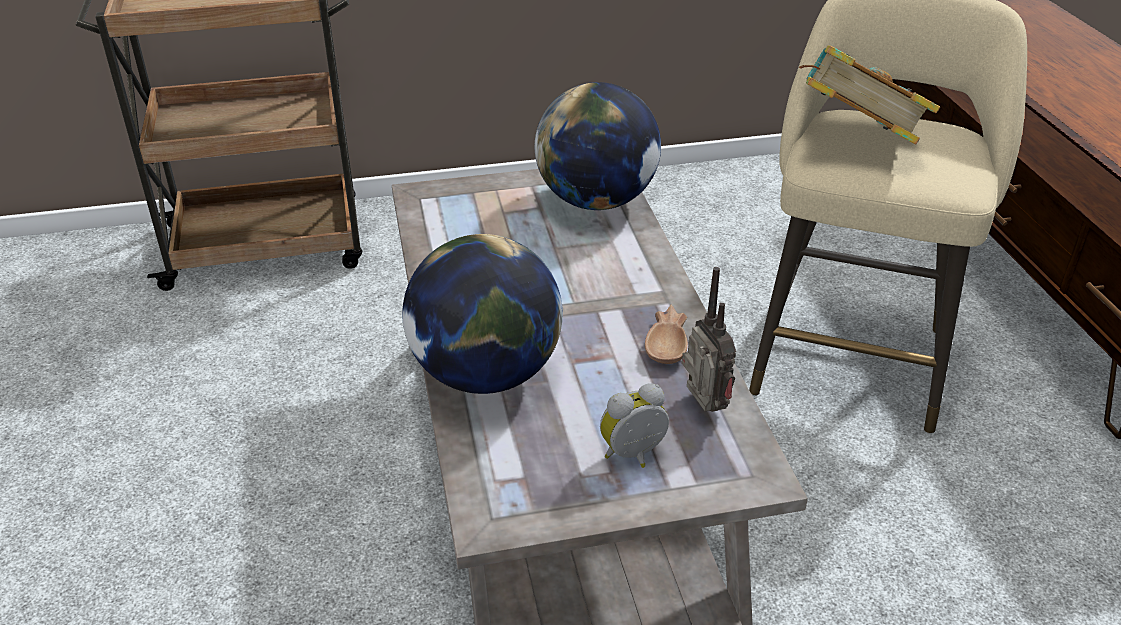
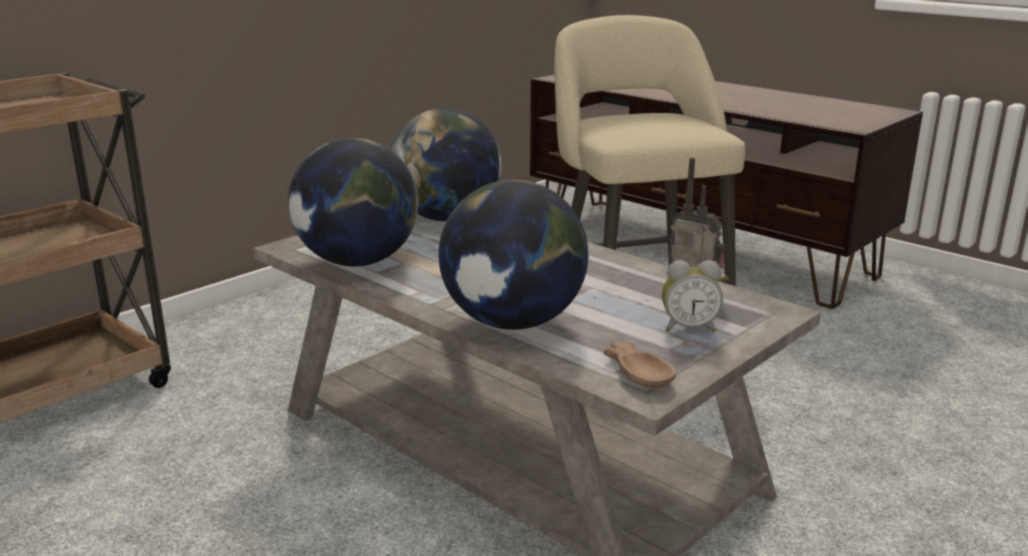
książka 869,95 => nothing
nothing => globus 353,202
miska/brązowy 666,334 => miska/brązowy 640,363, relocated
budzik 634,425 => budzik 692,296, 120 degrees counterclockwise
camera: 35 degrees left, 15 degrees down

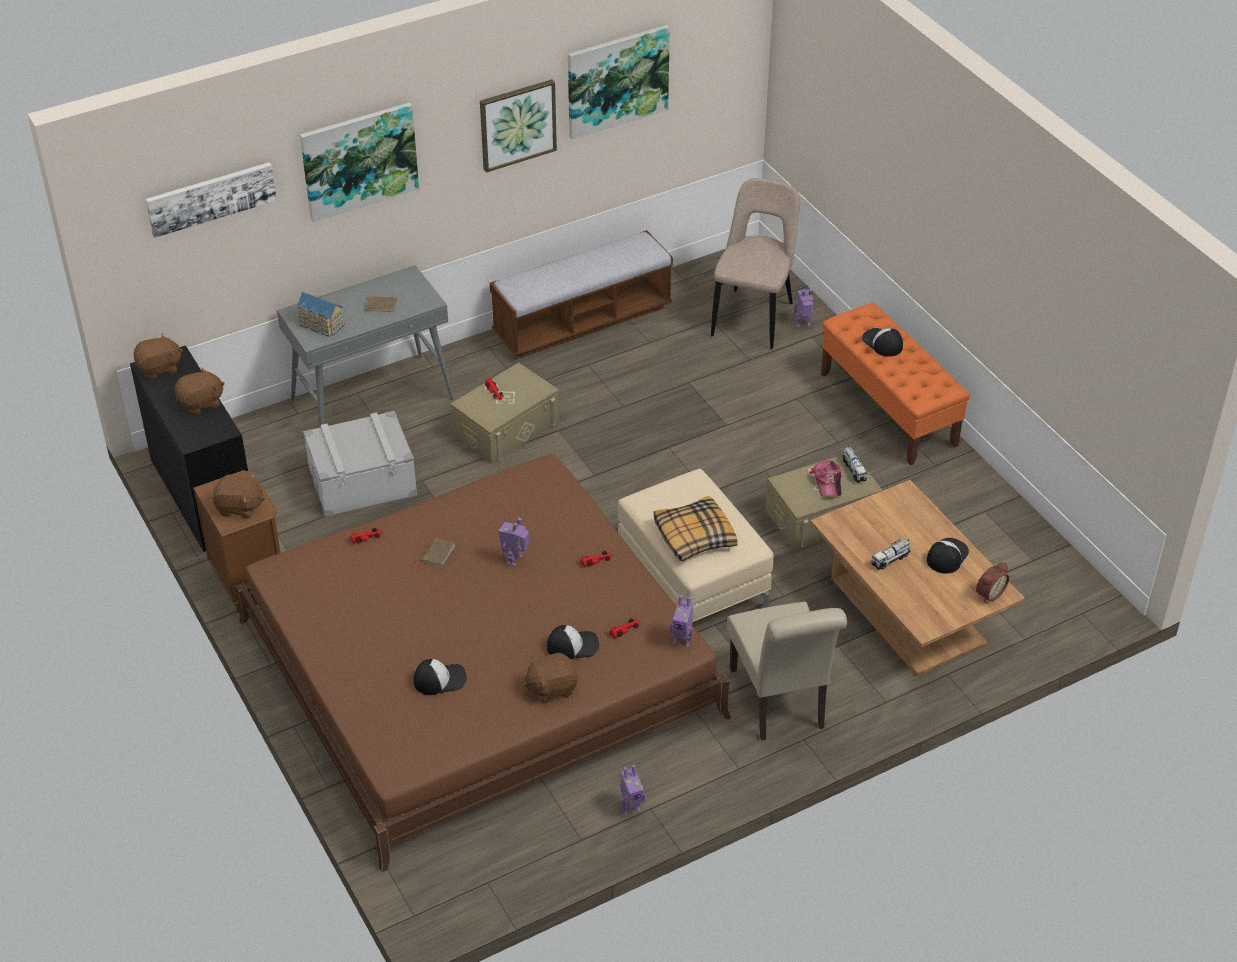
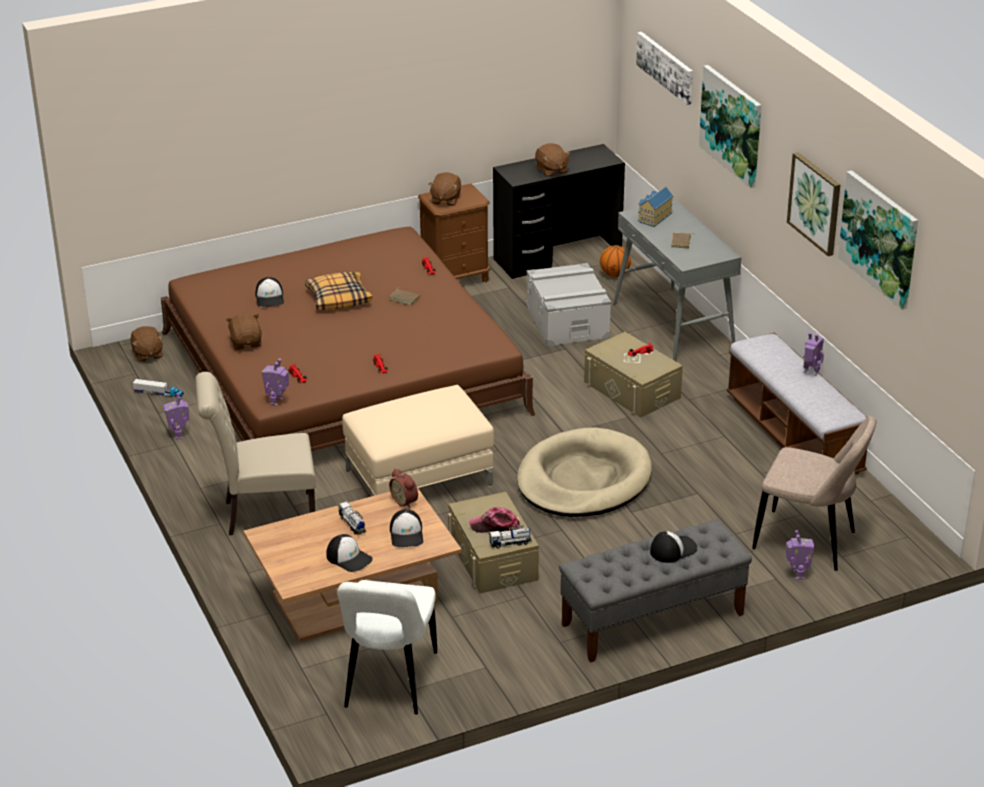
nothing => ciężarówka zabawkowa 158,388
nothing => krzesło/biały 387,647
nothing => legowisko/beżowy 584,472
nothing => piłka do koszykówki 615,261
pluszak/brązowy 158,356 => pluszak/brązowy 147,344, relocated
robot zabawkowy 513,541 => robot zabawkowy 813,354, relocated
czapka z daszkiem 573,642 => czapka z daszkiem 406,528, relocated
poduszka 696,529 => poduszka 339,291, relocated
budzik 992,582 => budzik 403,489, relocated
ławka/pomarańczowy 895,384 => ławka/szary 655,591
camera: 95 degrees right, 10 degrees down

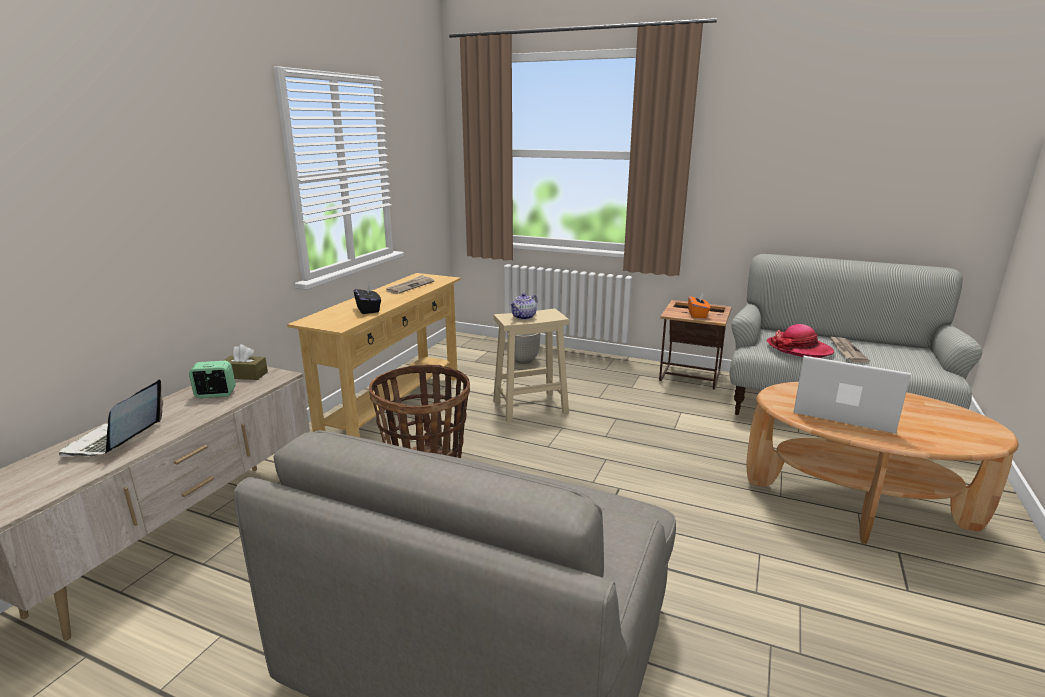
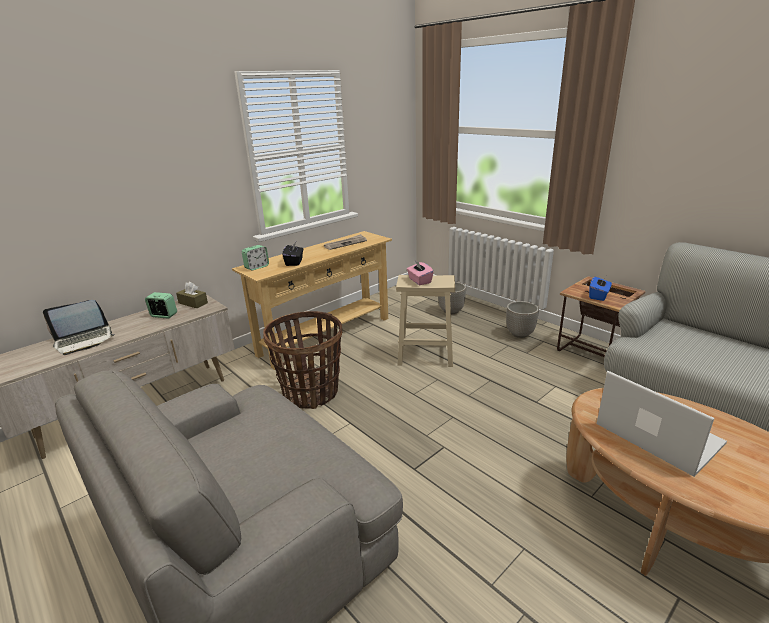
kapelusz 800,341 => nothing
gazeta 850,349 => nothing
nothing => budzik 255,257
nothing => donica 522,319
imbryk 524,306 => pudełko chusteczek/różowy 420,272
pudełko chusteczek/pomarańczowy 699,305 => pudełko chusteczek/niebieski 600,288
laptop 111,418 => laptop 79,327, 150 degrees counterclockwise
camera: 25 degrees right, 5 degrees up

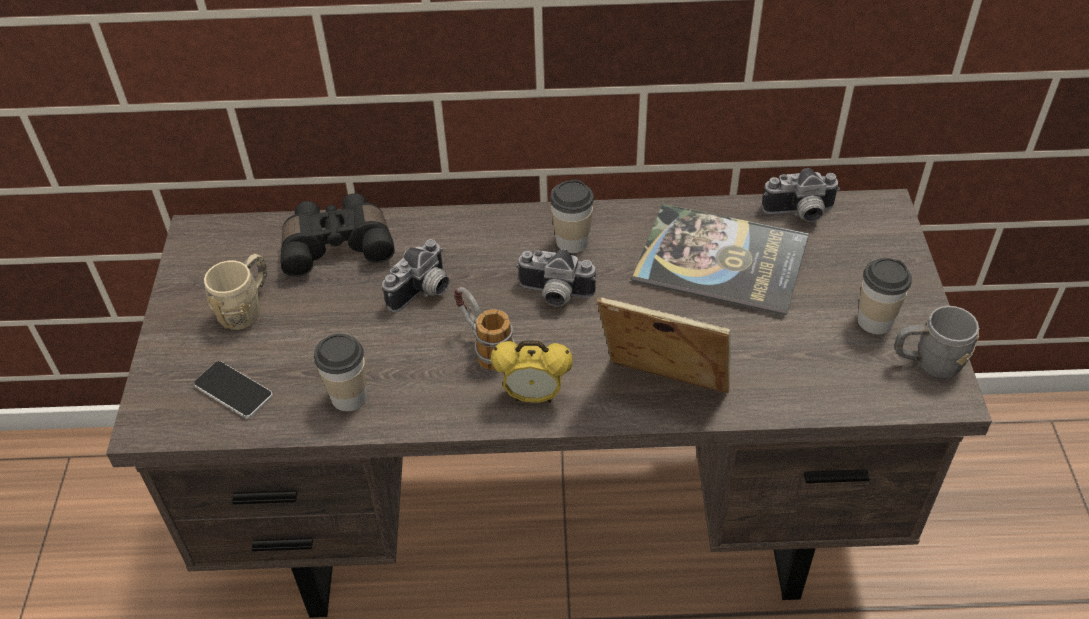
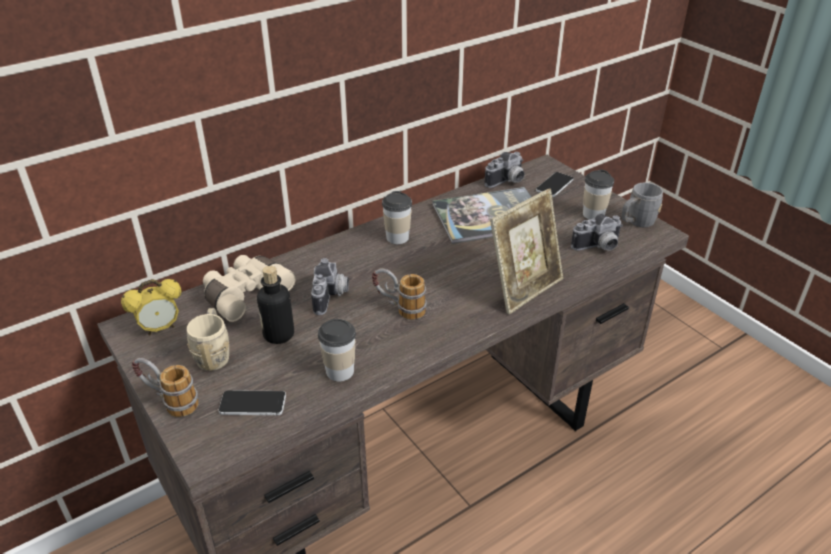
nothing => kubek 165,387
nothing => butelka 275,305
nothing => telefon 555,184
budzik 532,372 => budzik 151,307, relocated
aparat fotograficzny 556,278 => aparat fotograficzny 597,232, relocated
lornetka/czarny 337,235 => lornetka/beżowy 249,288
ramka na zdjęcie 664,345 => ramka na zdjęcie 526,251, 150 degrees clockwise
camera: 35 degrees left, 10 degrees down

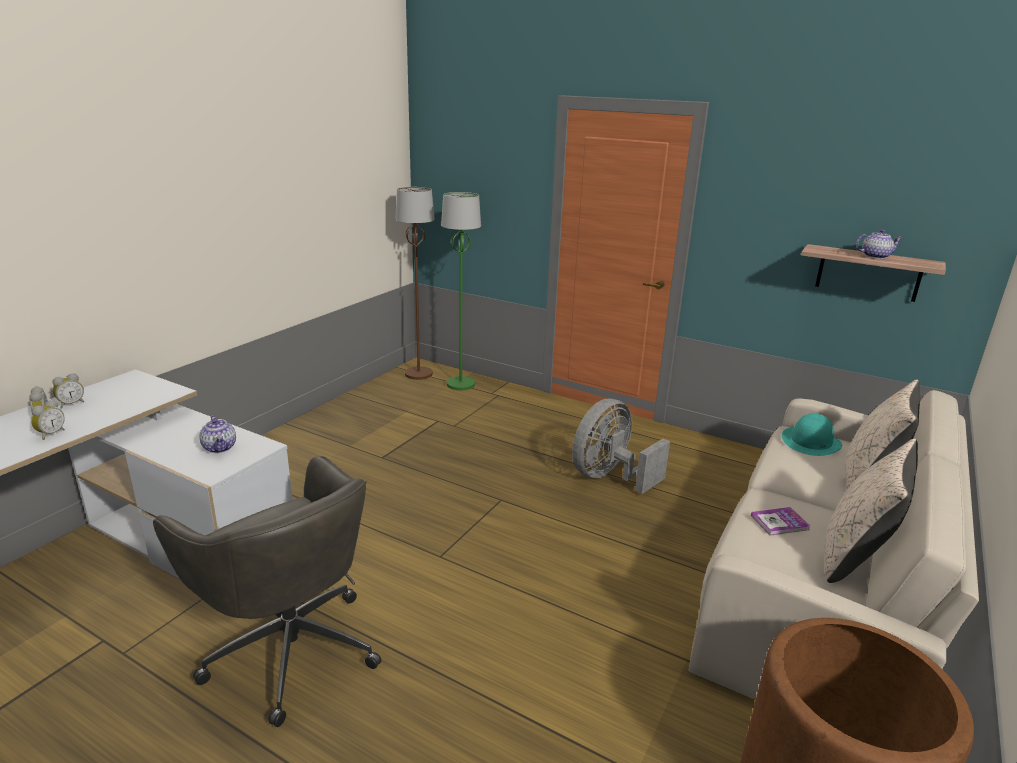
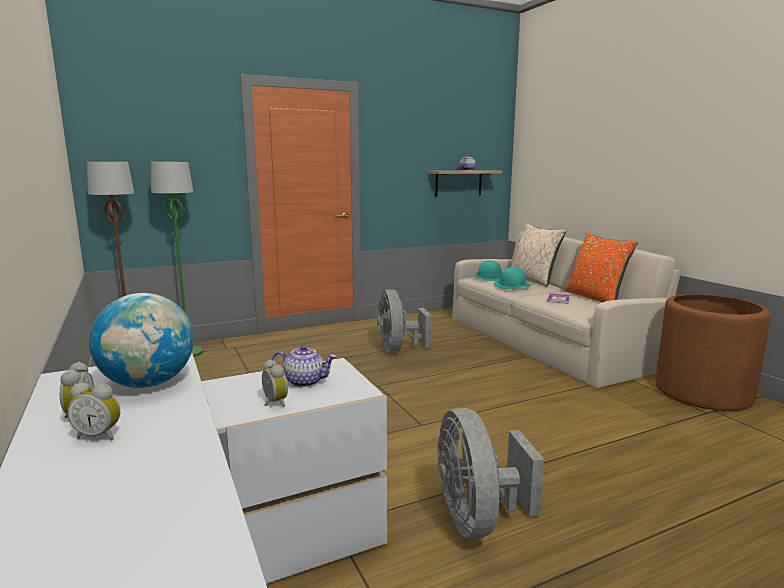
nothing => globus 141,340
nothing => kapelusz/turkusowy 513,278
budzik 48,420 => budzik 275,383, relocated
krzesło biurowe/szary 267,591 => wentylator/szary 490,473
poduszka/beżowy 871,511 => poduszka/pomarańczowy 602,267
camera: 55 degrees left, 10 degrees down

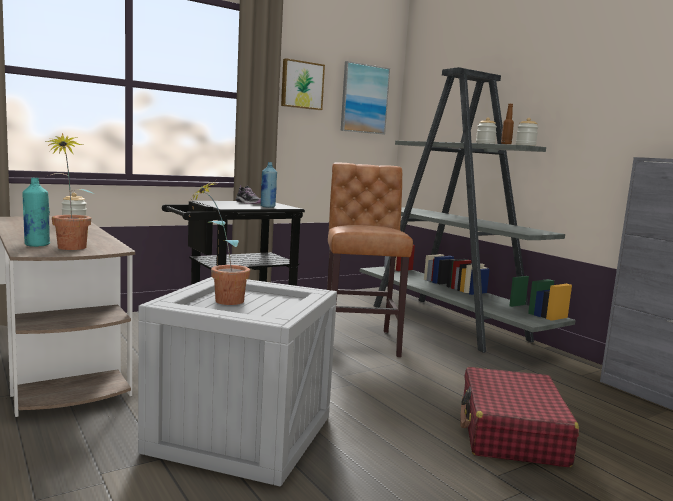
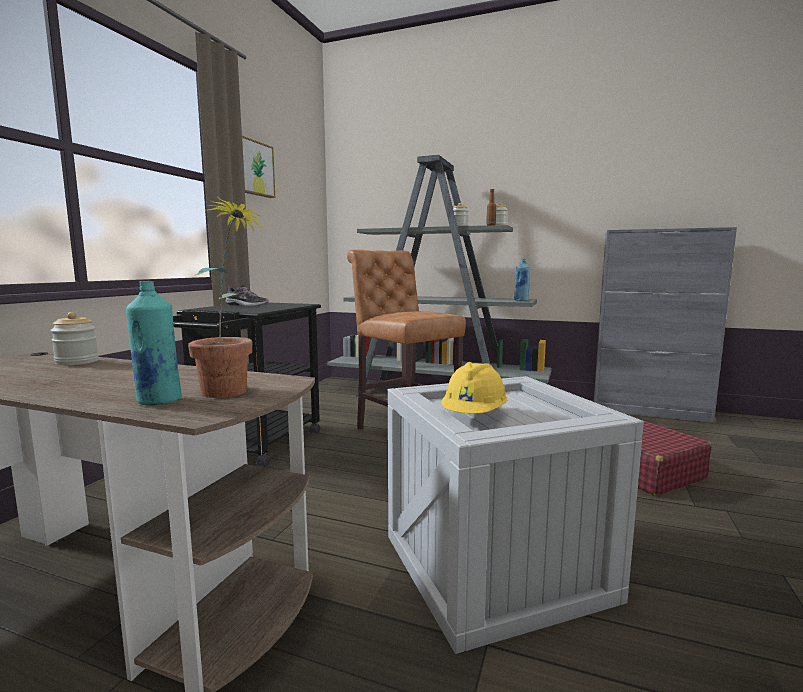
obraz 365,97 => nothing
butelka/niebieski 269,185 => butelka/niebieski 522,280, relocated
roślina doniczkowa 220,242 => kask/żółty 474,388
camera: 35 degrees left, 0 degrees up

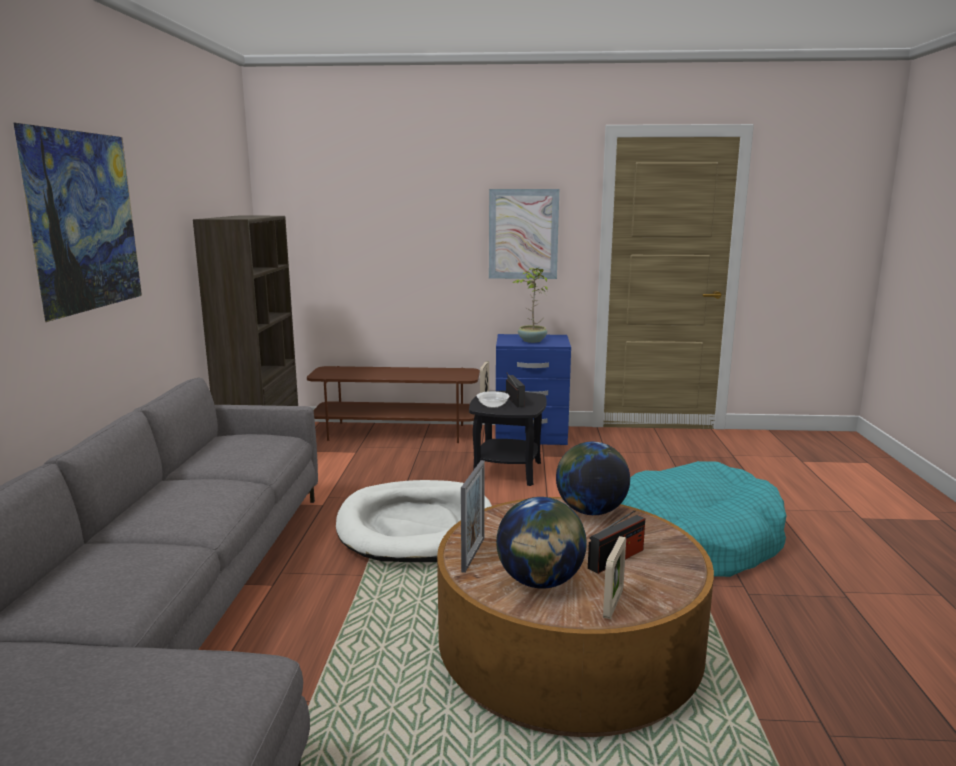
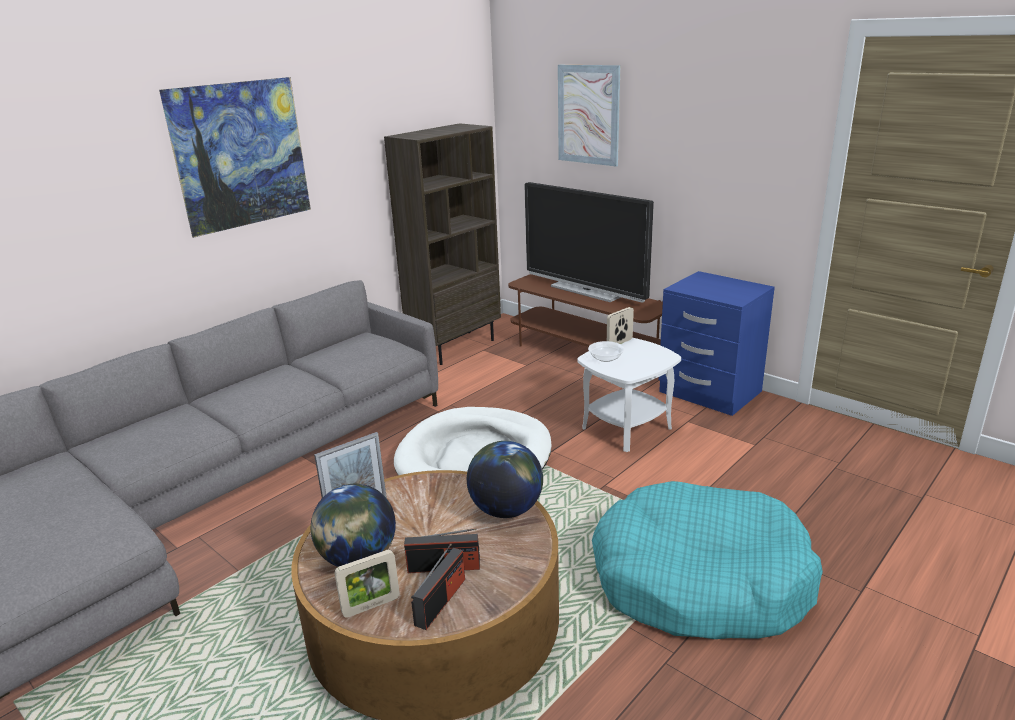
roślina doniczkowa 530,305 => nothing
nothing => telewizor 589,242
obraz 524,234 => obraz 589,115, relocated
radio 515,390 => radio 438,586, relocated
stolik/czarny 508,438 => stolik/biały 629,395
camera: 40 degrees right, 10 degrees up

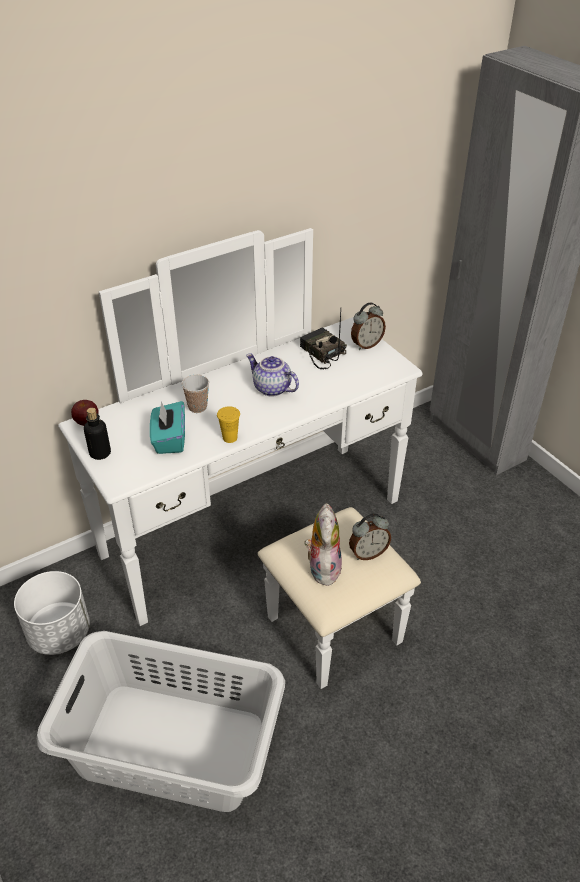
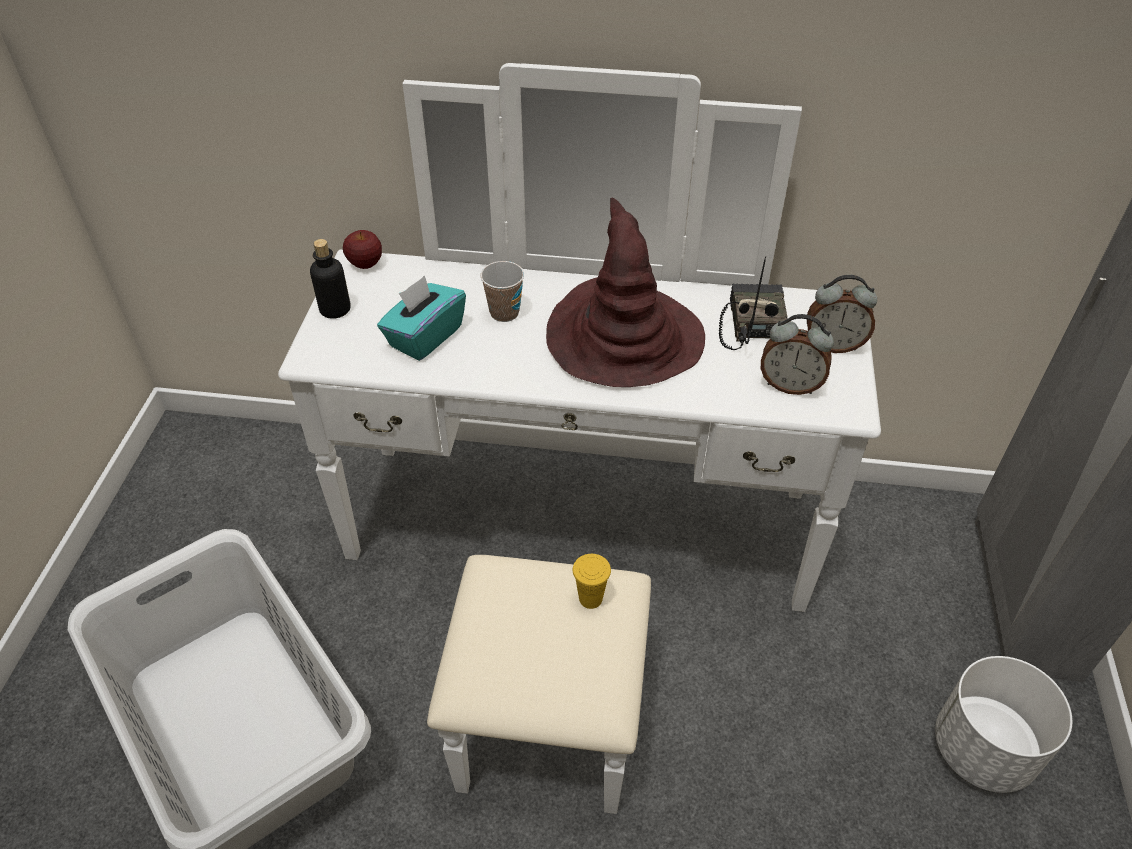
pluszak 323,544 => nothing
donica/biały 52,613 => donica/biały 1003,724, relocated
filiżanka/żółty 228,424 => filiżanka/żółty 592,581, relocated
budzik 370,536 => budzik 797,354, relocated
imbryk 272,375 => kapelusz/brązowy 625,292
camera: 40 degrees right, 5 degrees up

